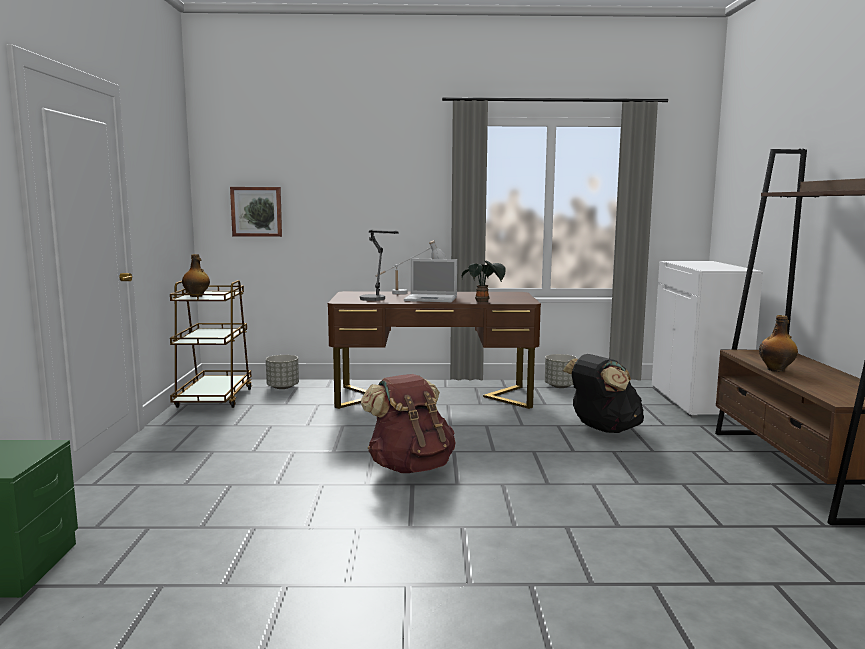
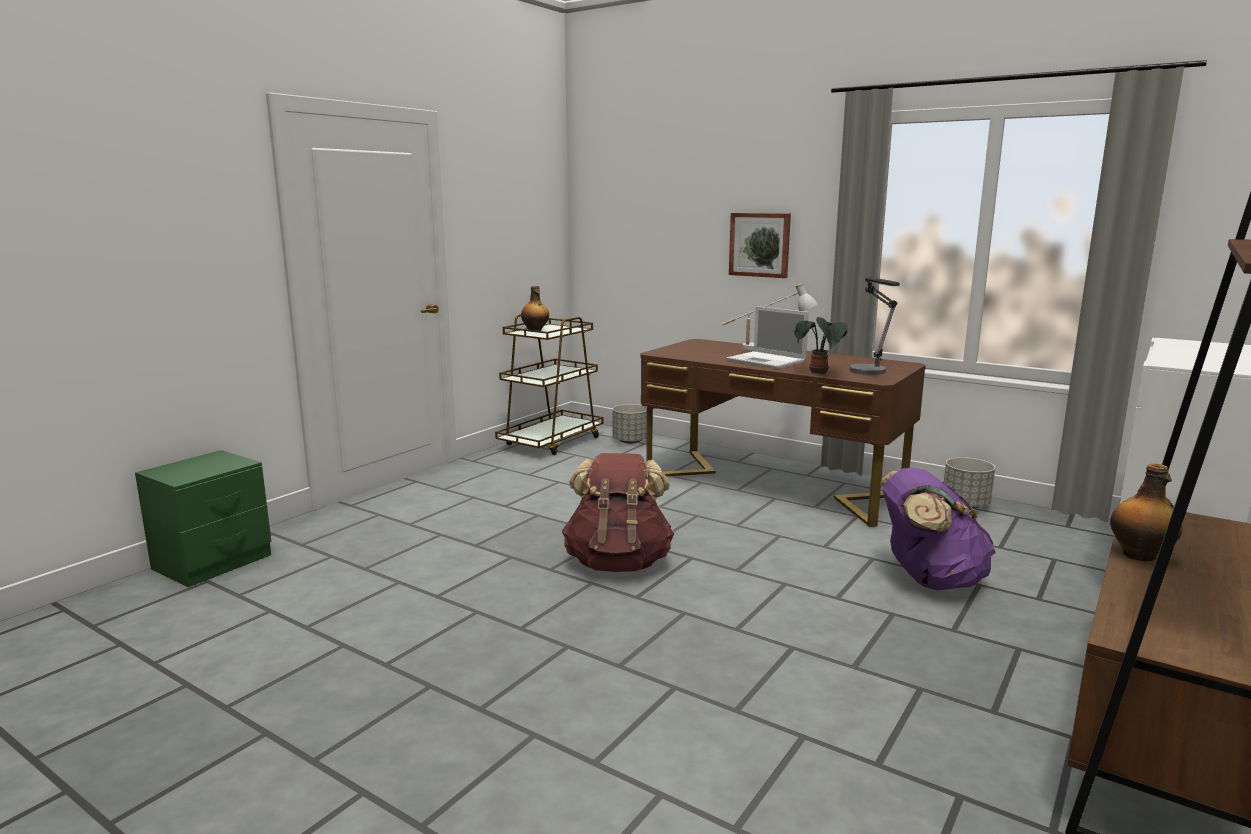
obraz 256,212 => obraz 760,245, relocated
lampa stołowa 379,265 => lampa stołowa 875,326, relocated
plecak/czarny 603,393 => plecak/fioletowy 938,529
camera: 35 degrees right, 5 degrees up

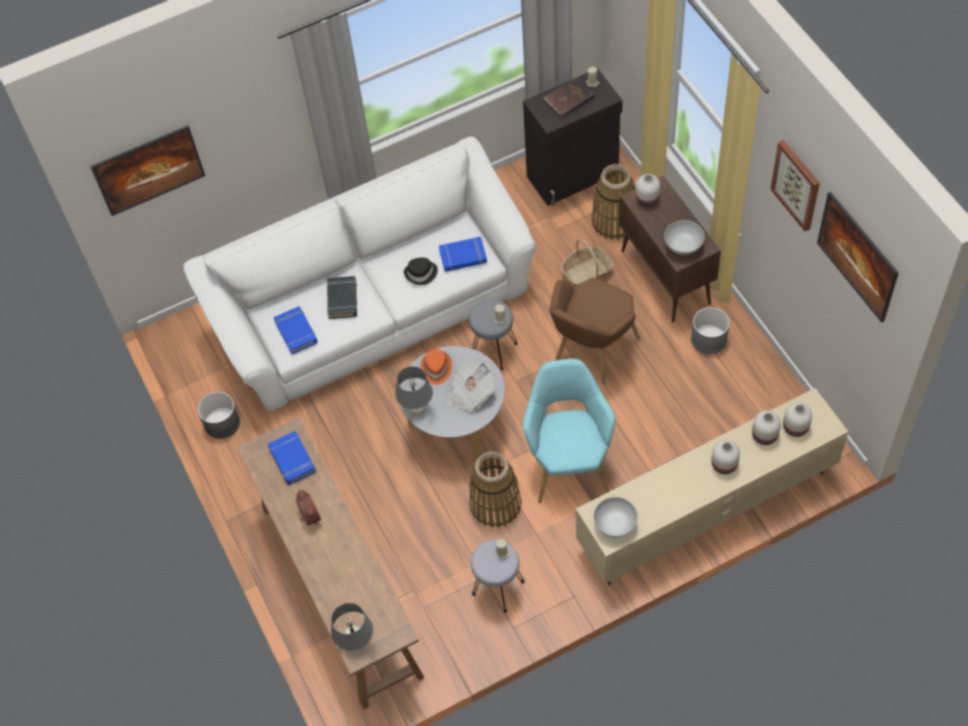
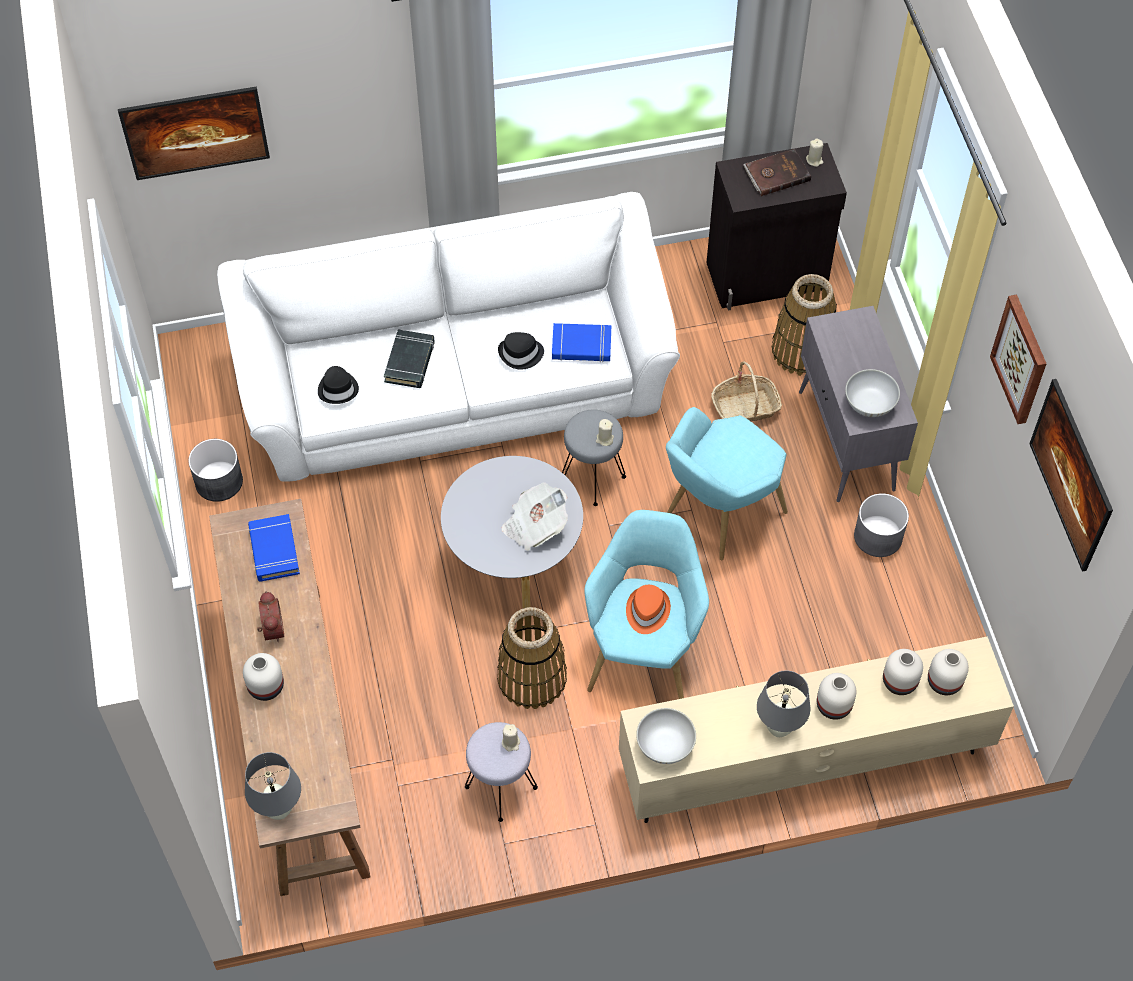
lampa stołowa/szary 414,391 => lampa stołowa/szary 783,703, relocated
kapelusz/pomarańczowy 436,367 => kapelusz/pomarańczowy 648,609, relocated
wazon/biały 647,190 => wazon/biały 263,677, relocated
książka/niebieski 295,330 => kapelusz/czarny 338,385
fotel/brązowy 595,331 => fotel/turkusowy 727,483
szafka/brązowy 670,249 => szafka/szary 858,404
camera: 10 degrees right, 0 degrees up

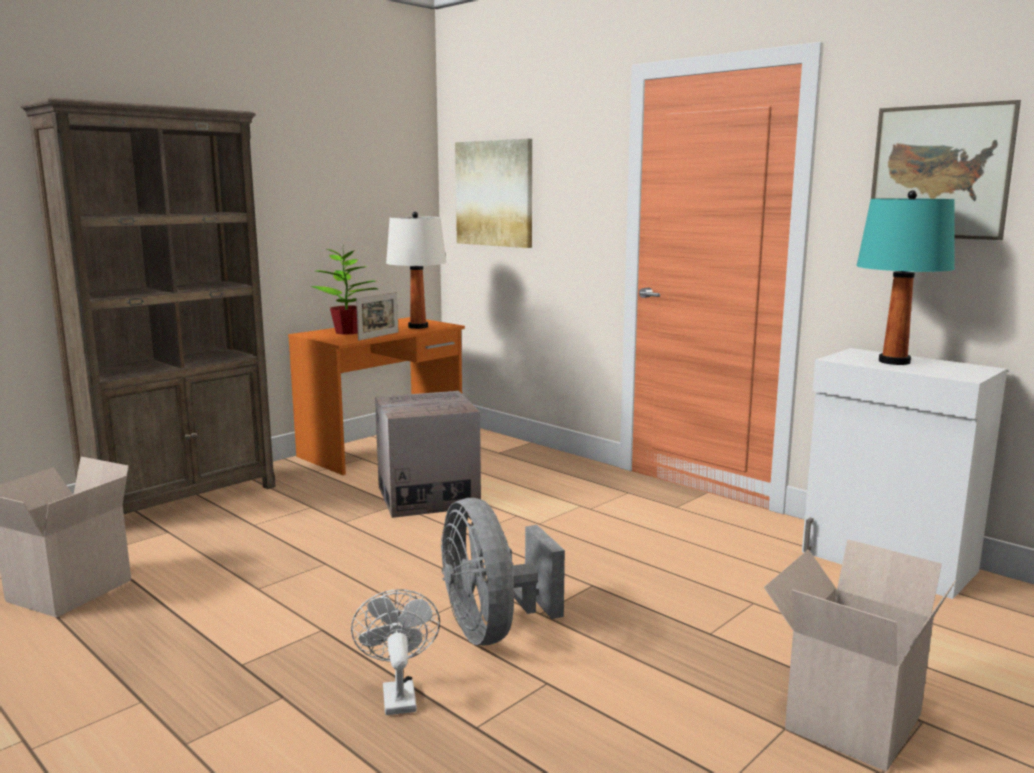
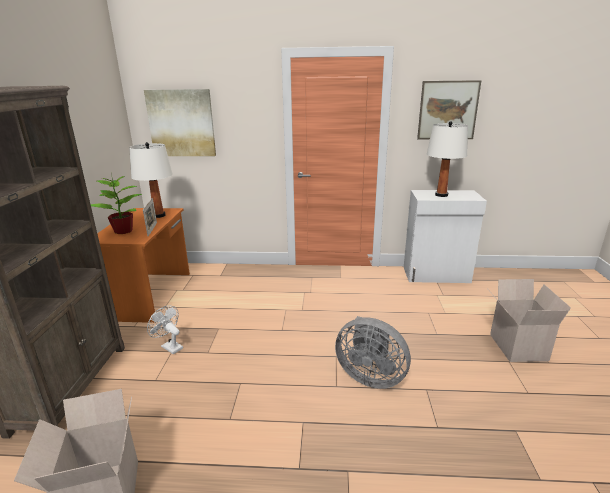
karton 428,454 => nothing
wentylator/biały 395,652 => wentylator/biały 165,329, relocated
lampa stołowa/turkusowy 905,277 => lampa stołowa/biały 447,159
camera: 40 degrees left, 10 degrees up

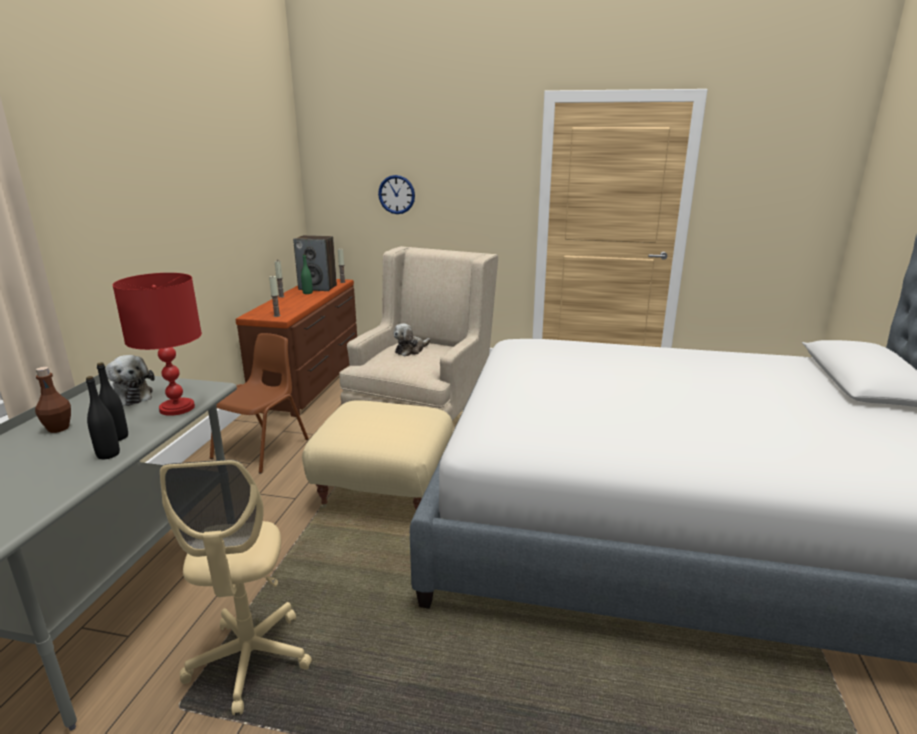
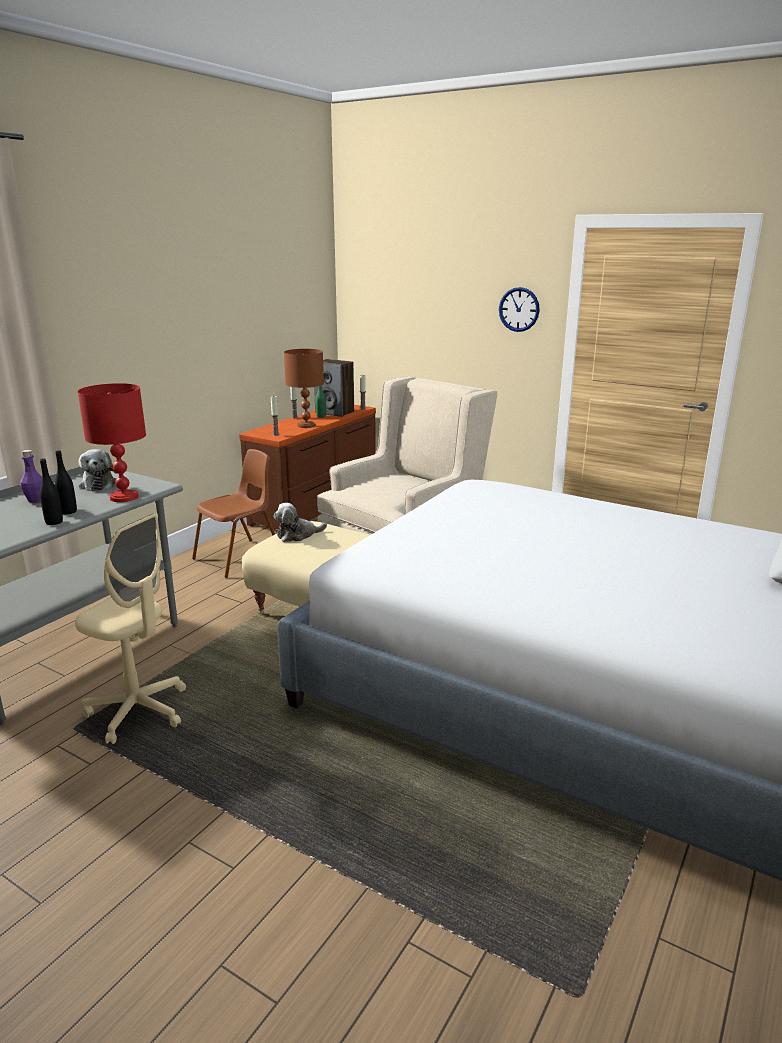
nothing => lampa stołowa/brązowy 304,388
zegar ścienny 396,194 => zegar ścienny 519,309, relocated
pluszak 412,339 => pluszak 300,522, relocated
butelka/brązowy 53,400 => butelka/fioletowy 31,476
krzesło biurowe/beżowy 236,587 => krzesło biurowe/beżowy 130,628, 75 degrees counterclockwise
camera: 20 degrees right, 0 degrees up

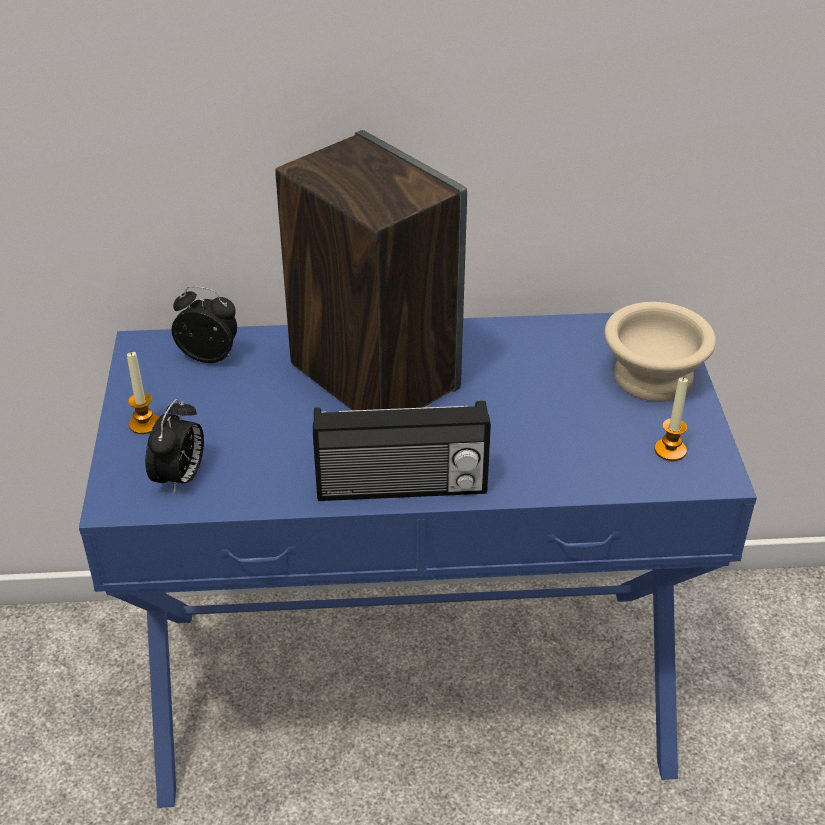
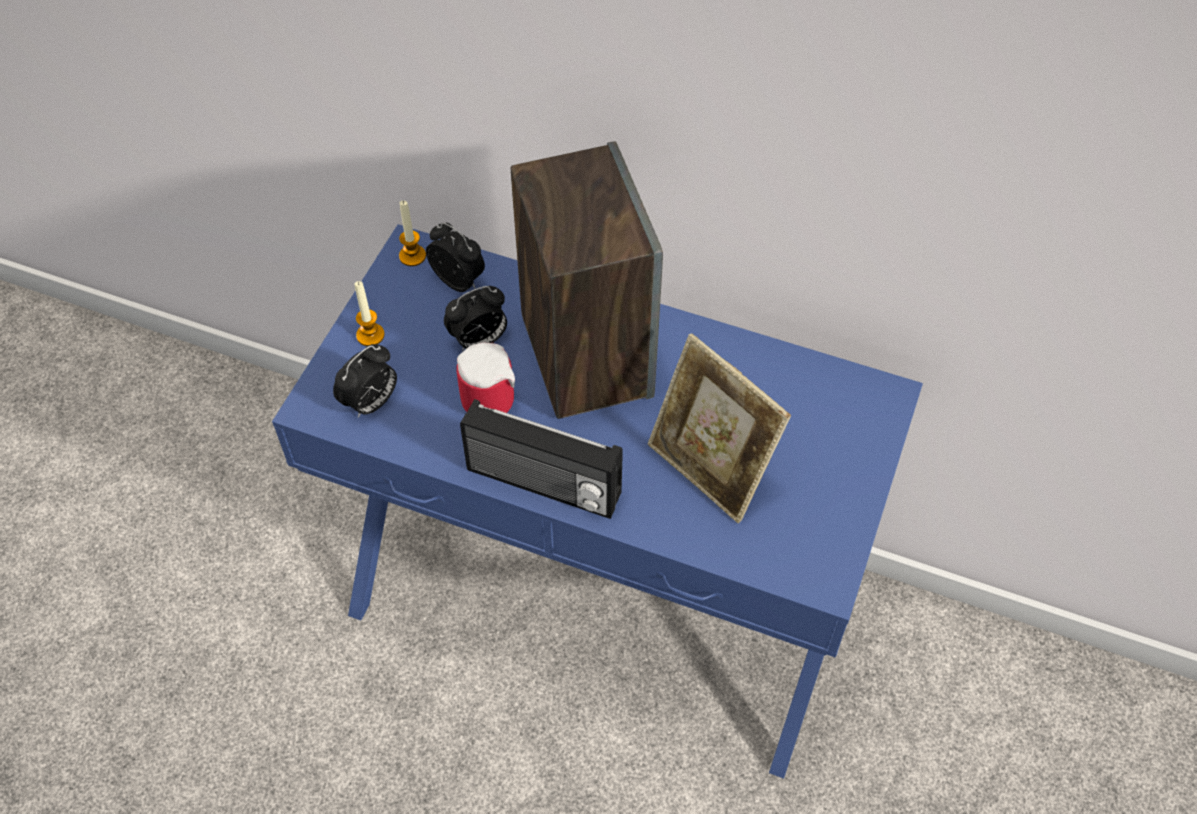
miska/beżowy 660,351 => nothing
nothing => budzik 475,318
nothing => kubek 485,377
nothing => ramka na zdjęcie 719,428
świeca 671,419 => świeca 412,233, relocated
camera: 25 degrees right, 15 degrees up

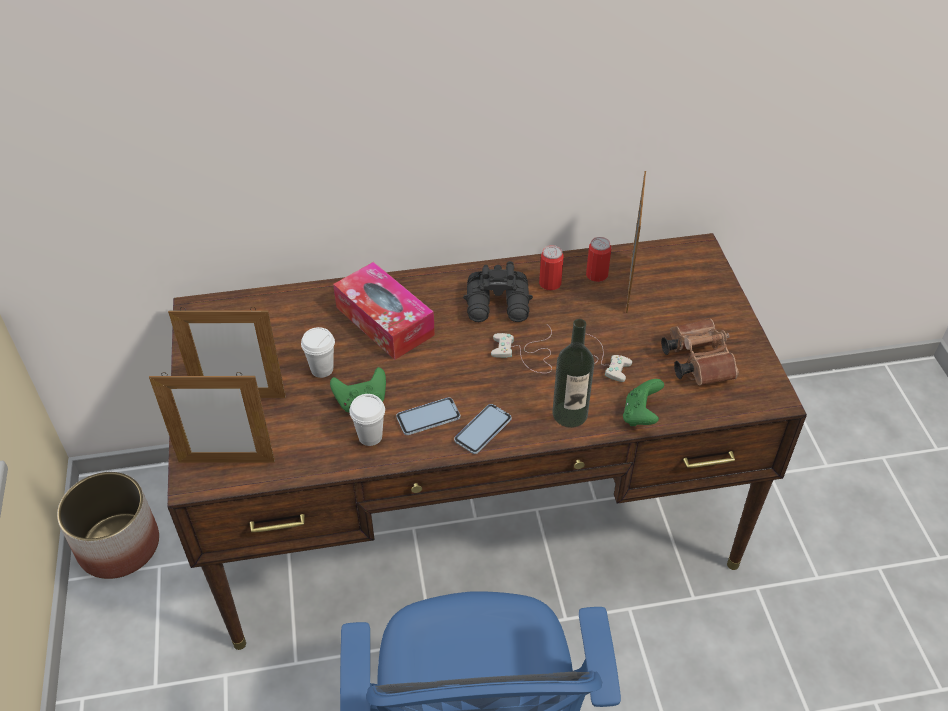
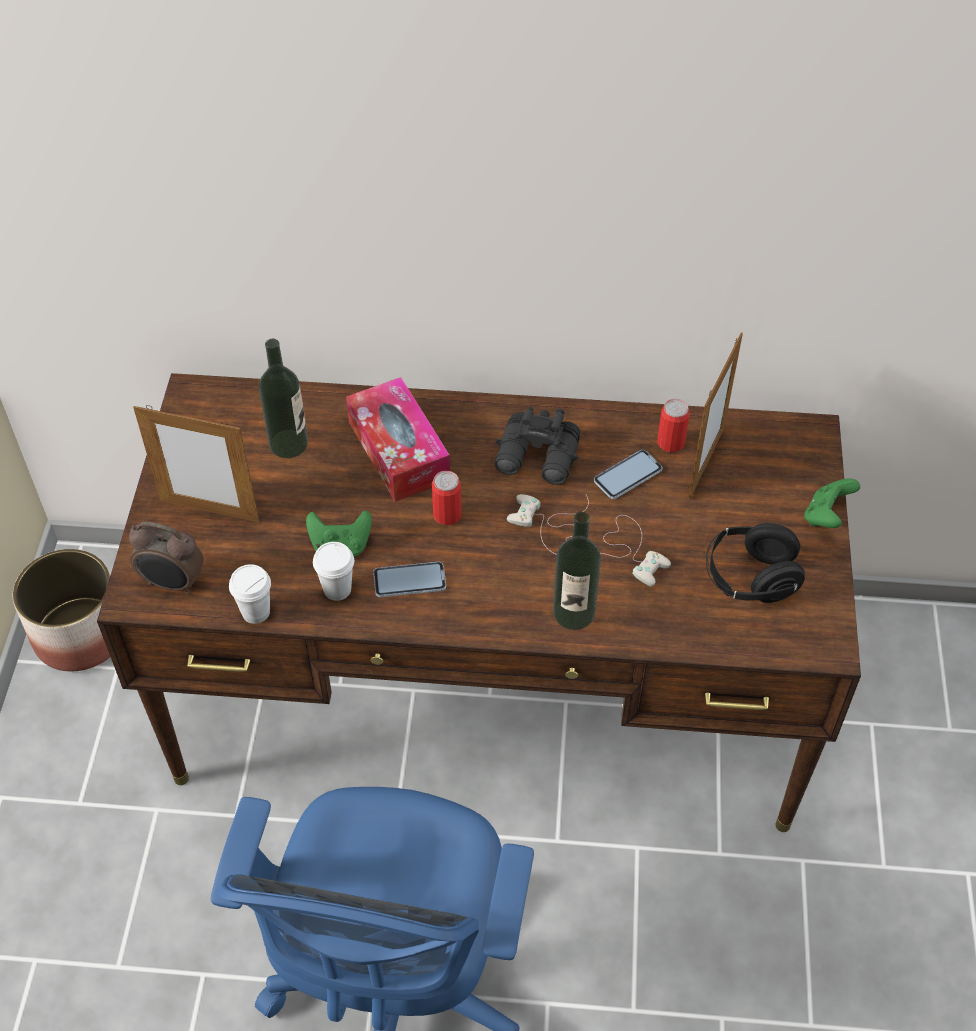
nothing => butelka 283,398
filiżanka/biały 318,352 => filiżanka/biały 250,594, relocated
telefon 483,429 => telefon 628,474, relocated
puszka 551,267 => puszka 447,498, relocated
pad do gier/zielony 643,402 => pad do gier/zielony 832,503, relocated
ramka na zdjęcie 212,417 => budzik 166,558
lornetka/brązowy 700,352 => słuchawki/czarny 755,563
camera: 15 degrees right, 5 degrees up

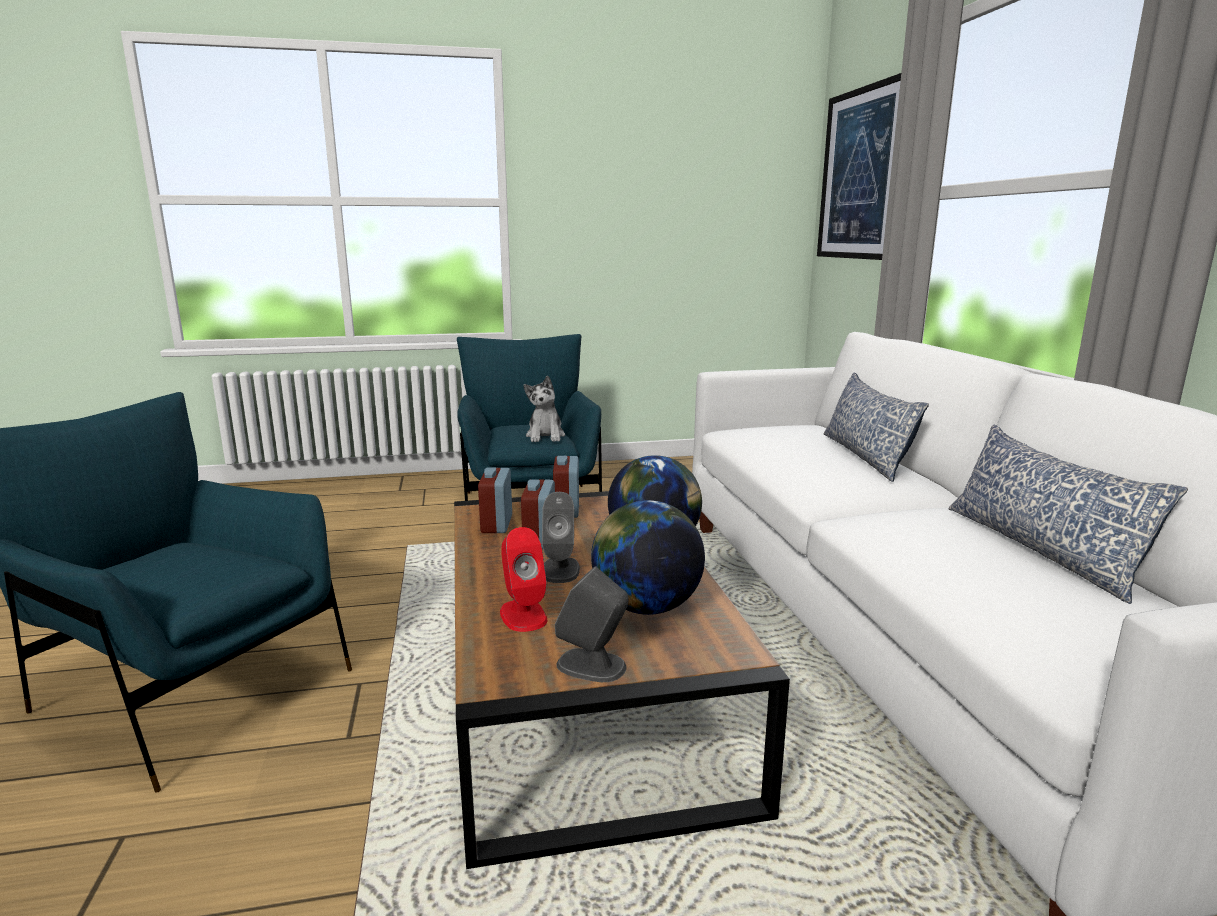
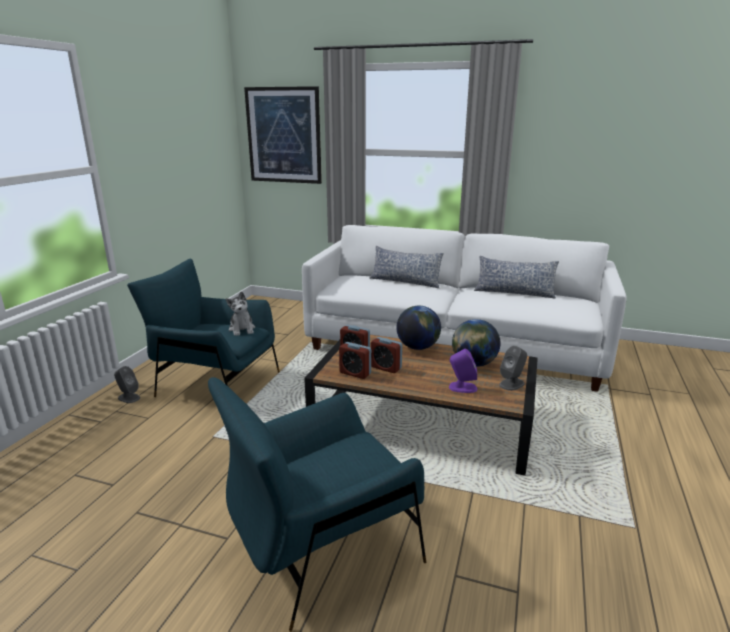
głośnik/szary 561,537 => głośnik/szary 127,384, relocated
głośnik/czerwony 523,579 => głośnik/fioletowy 463,371
pluszak 544,409 => pluszak 240,313, 45 degrees clockwise
camera: 60 degrees left, 5 degrees up

